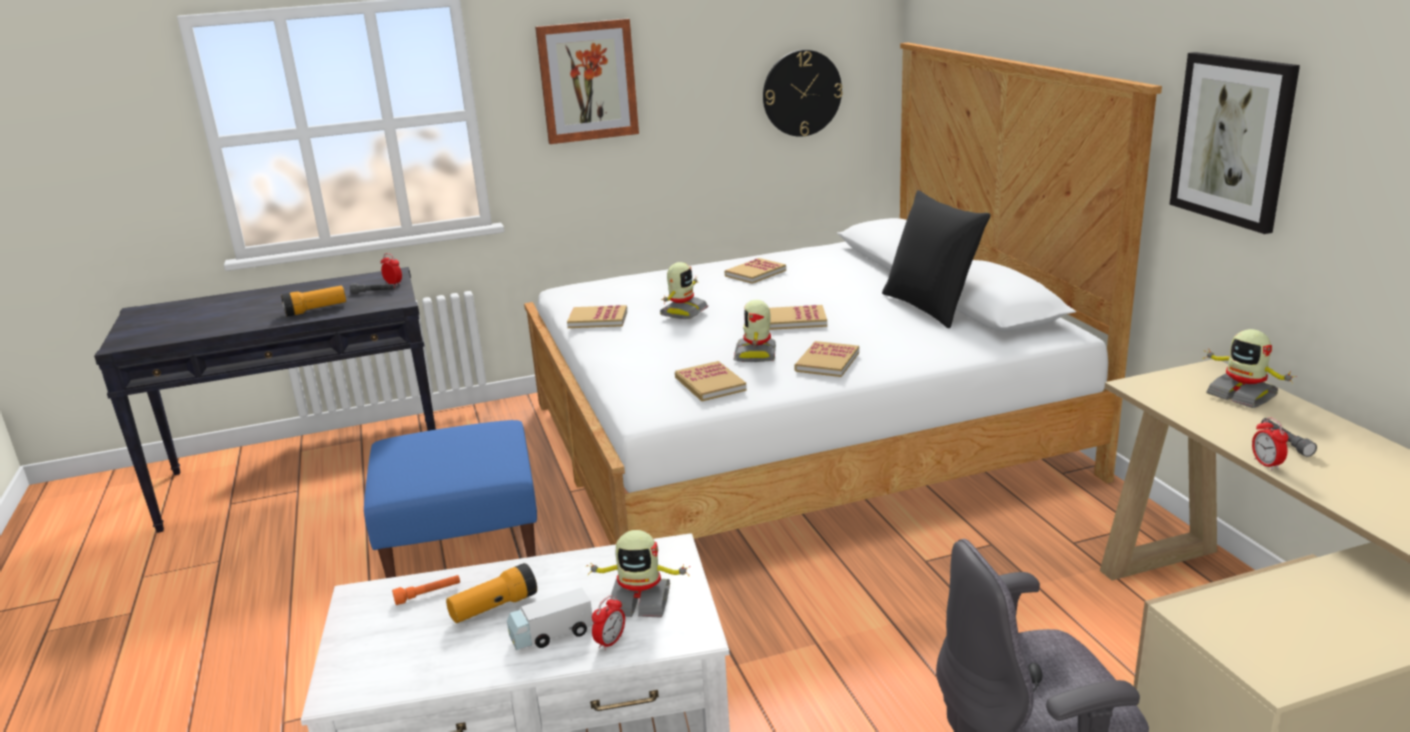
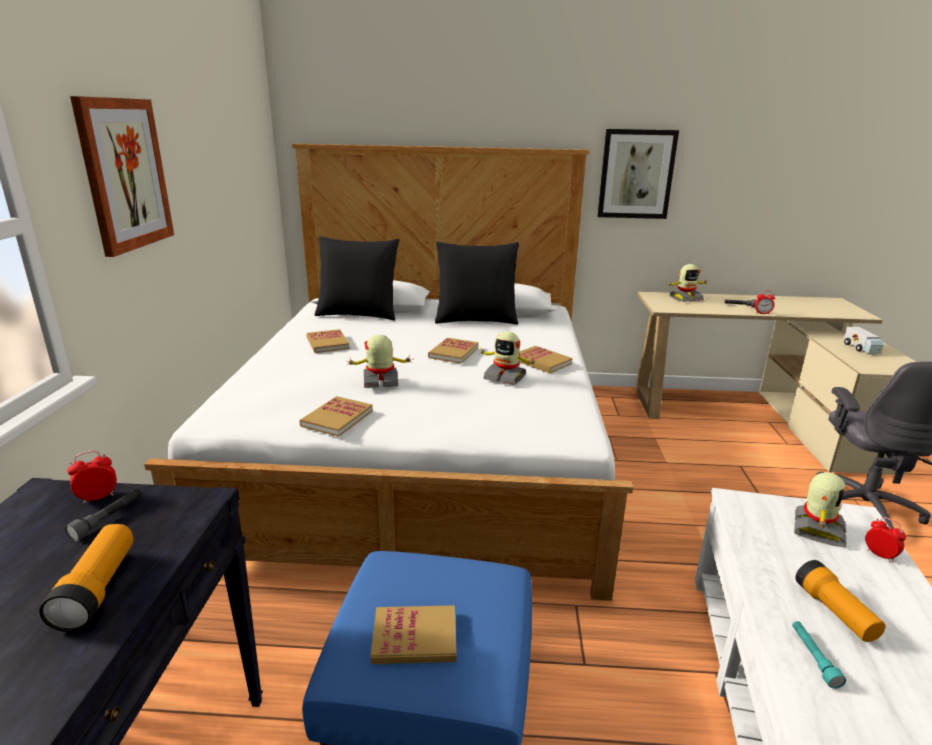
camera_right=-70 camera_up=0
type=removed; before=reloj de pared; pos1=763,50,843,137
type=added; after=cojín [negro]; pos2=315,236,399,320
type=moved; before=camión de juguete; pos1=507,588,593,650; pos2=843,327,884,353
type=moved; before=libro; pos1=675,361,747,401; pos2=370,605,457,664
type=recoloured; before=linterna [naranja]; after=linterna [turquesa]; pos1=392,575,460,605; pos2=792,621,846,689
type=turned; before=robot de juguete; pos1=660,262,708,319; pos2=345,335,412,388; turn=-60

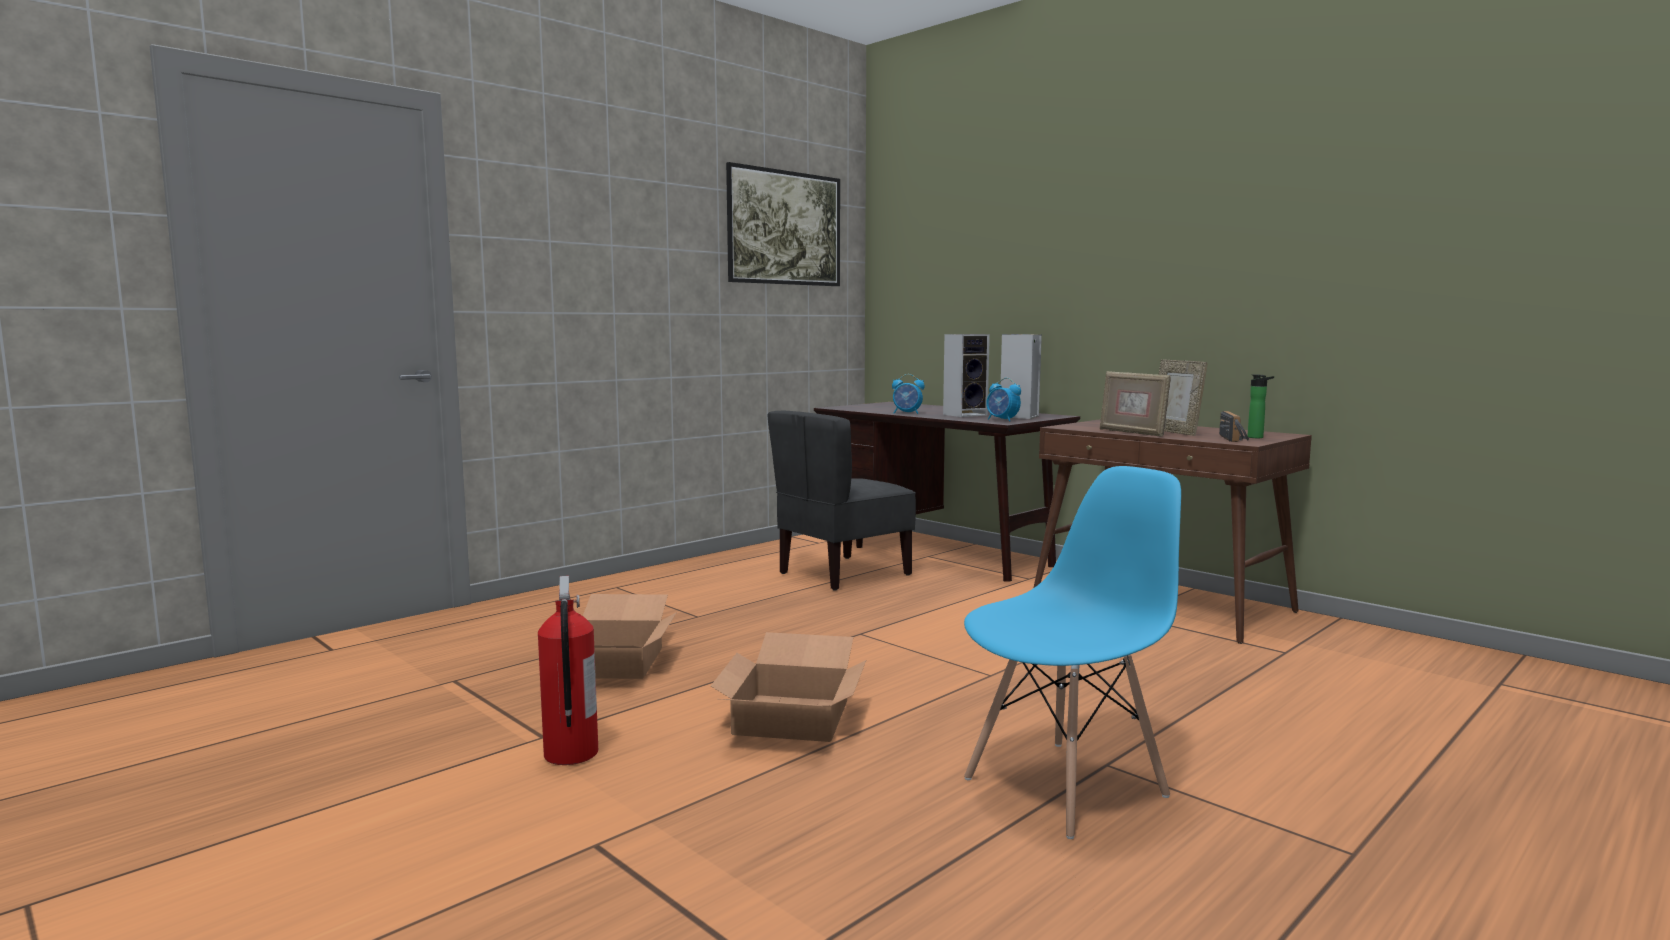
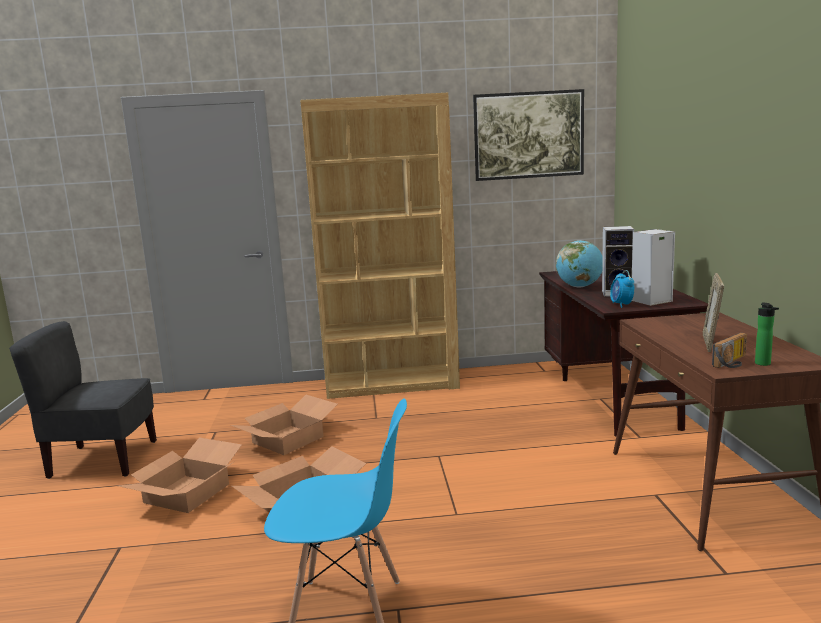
camera_right=40 camera_up=5
type=removed; before=portarretratos; pos1=1100,371,1171,437
type=added; after=estantería [marrón]; pos2=300,93,460,399
type=moved; before=silla [gris]; pos1=767,411,916,591; pos2=9,321,157,479
type=replaced; before=extintor; after=caja de cartón; pos1=538,576,598,765; pos2=119,438,242,513
type=replaced; before=despertador; after=globo terráqueo; pos1=892,374,925,414; pos2=556,240,603,288

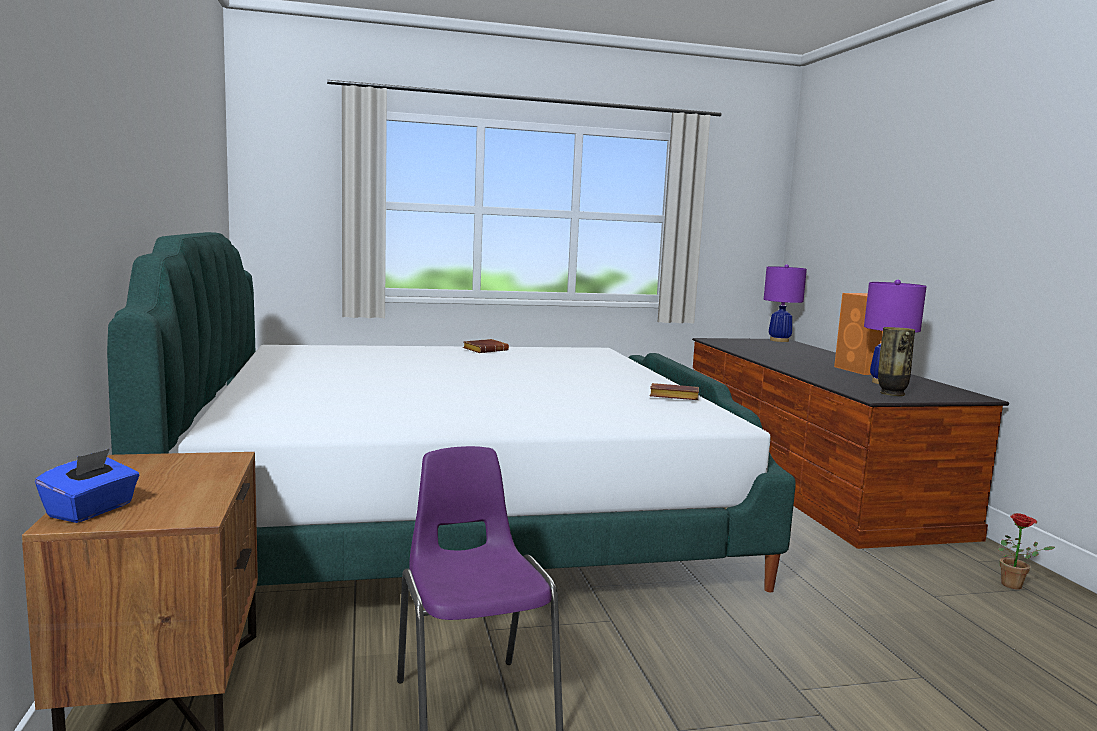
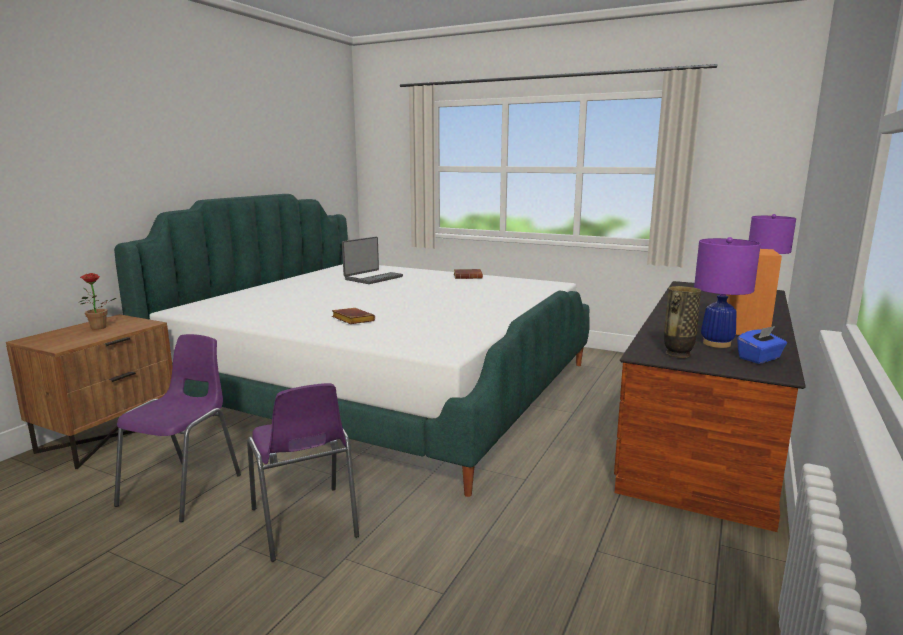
camera_right=40 camera_up=5
type=added; after=silla [morado]; pos2=247,383,359,562
type=added; after=portátil; pos2=342,237,403,284
type=moved; before=caja de pañuelos [azul]; pos1=35,448,139,523; pos2=737,326,787,364
type=moved; before=libro [marrón]; pos1=650,383,699,400; pos2=332,308,375,324
type=moved; before=planta en maceta; pos1=998,513,1055,589; pos2=80,273,116,330

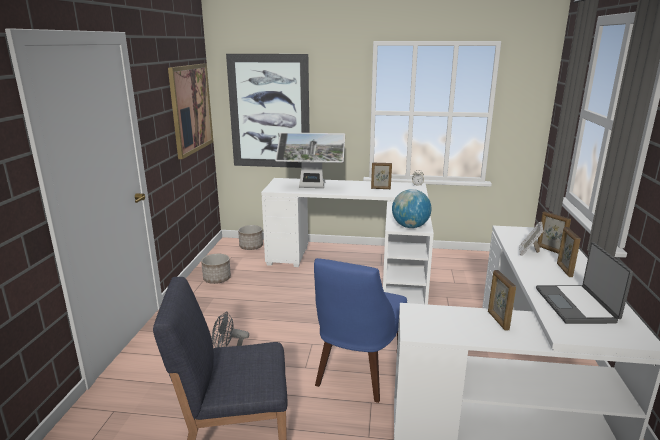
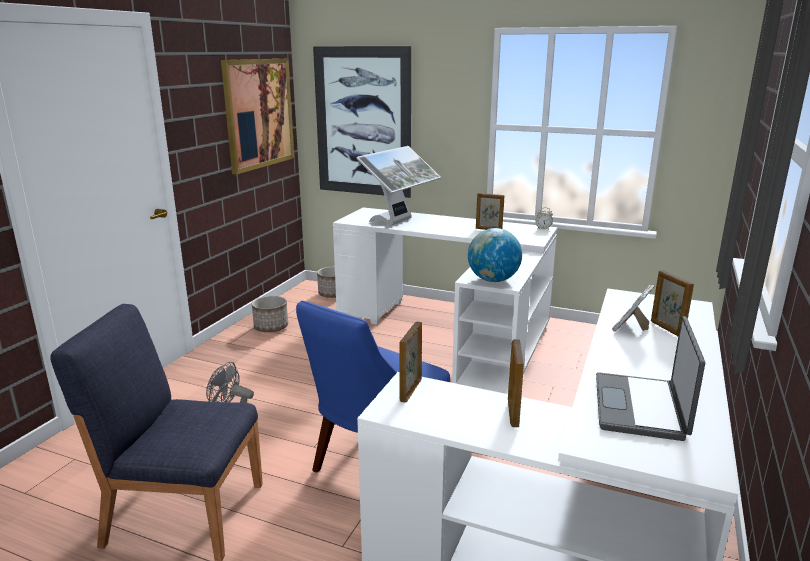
camera_right=15 camera_up=0
type=moved; before=portarretratos; pos1=557,227,580,277; pos2=399,322,422,403
type=turned; before=monitor; pos1=275,132,345,188; pos2=356,146,441,226; turn=-75

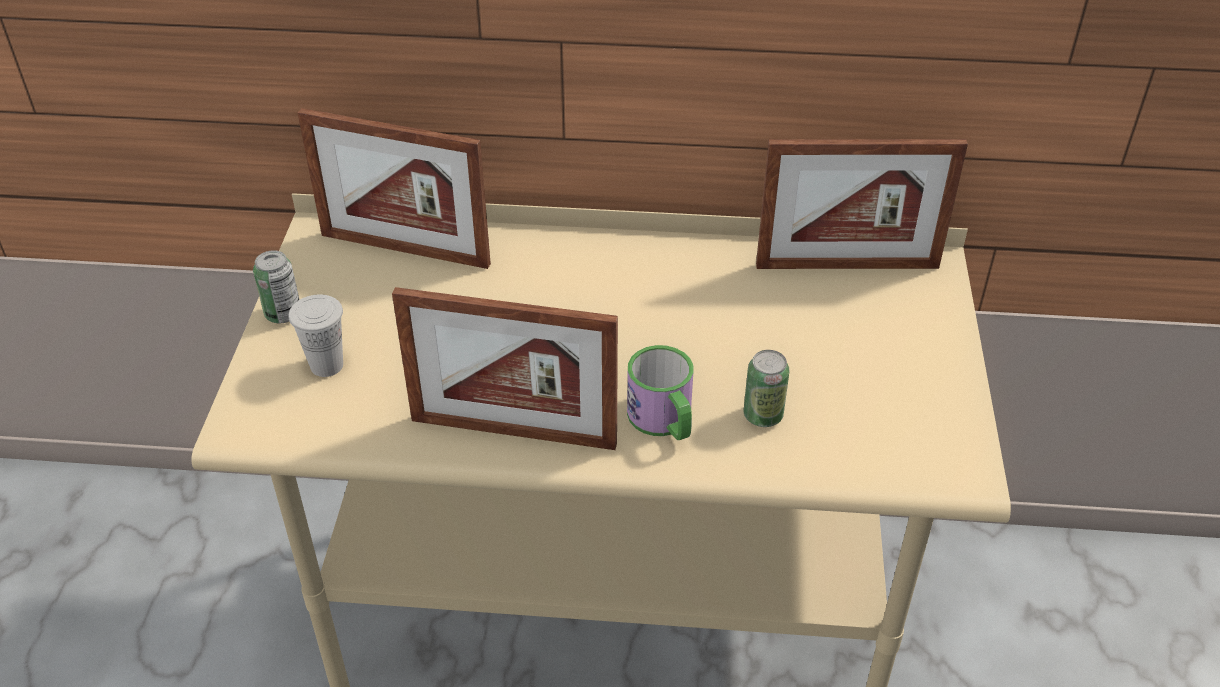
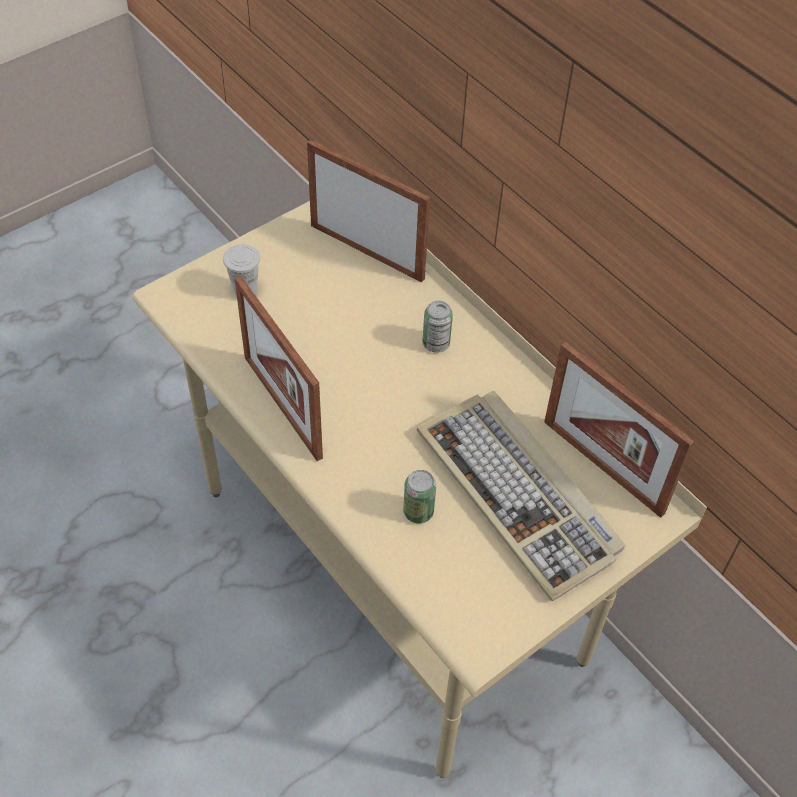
camera_right=45 camera_up=10
type=removed; before=taza grande; pos1=627,345,693,440
type=added; after=teclado; pos2=417,390,625,601
type=moved; before=lata; pos1=253,250,299,323; pos2=422,301,453,353
type=turned; before=portarretratos; pos1=298,108,491,269; pos2=307,140,430,282; turn=150

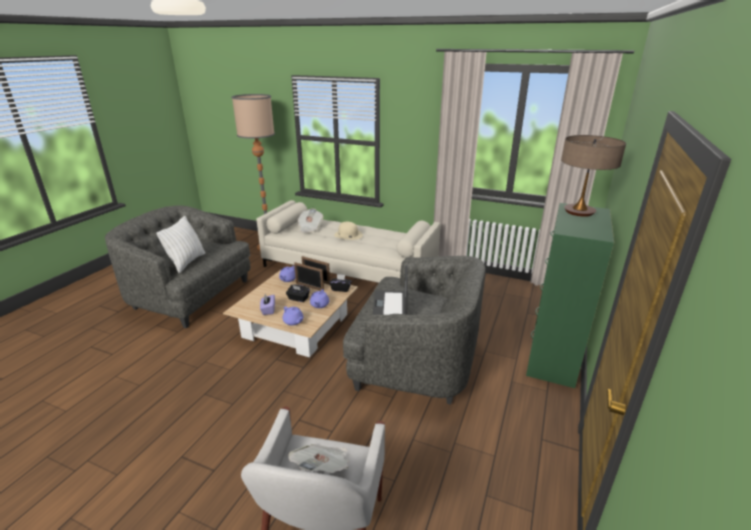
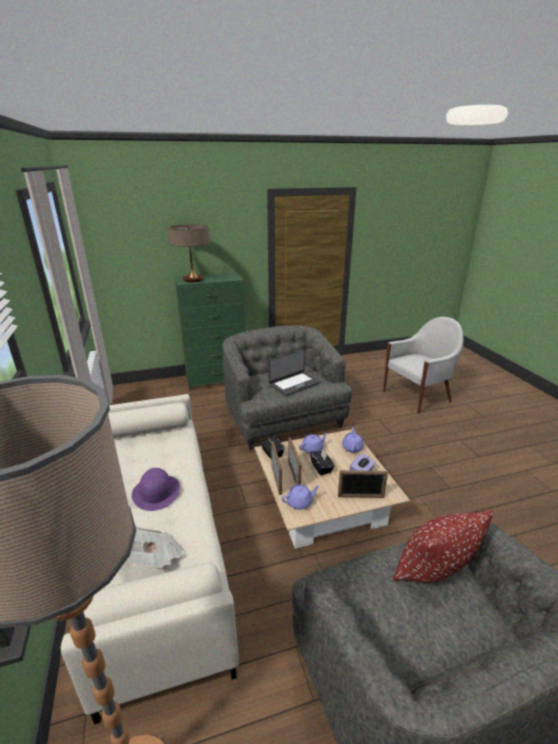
camera_right=-130 camera_up=0
type=removed; before=periódico; pos1=288,444,349,473
type=added; after=portarretratos; pos2=338,470,388,498
type=recoloured; before=cojín [blanco]; after=cojín [rojo]; pos1=156,216,205,273; pos2=393,509,493,583
type=recoloured; before=sombrero [beis]; after=sombrero [morado]; pos1=334,222,363,240; pos2=132,468,180,511

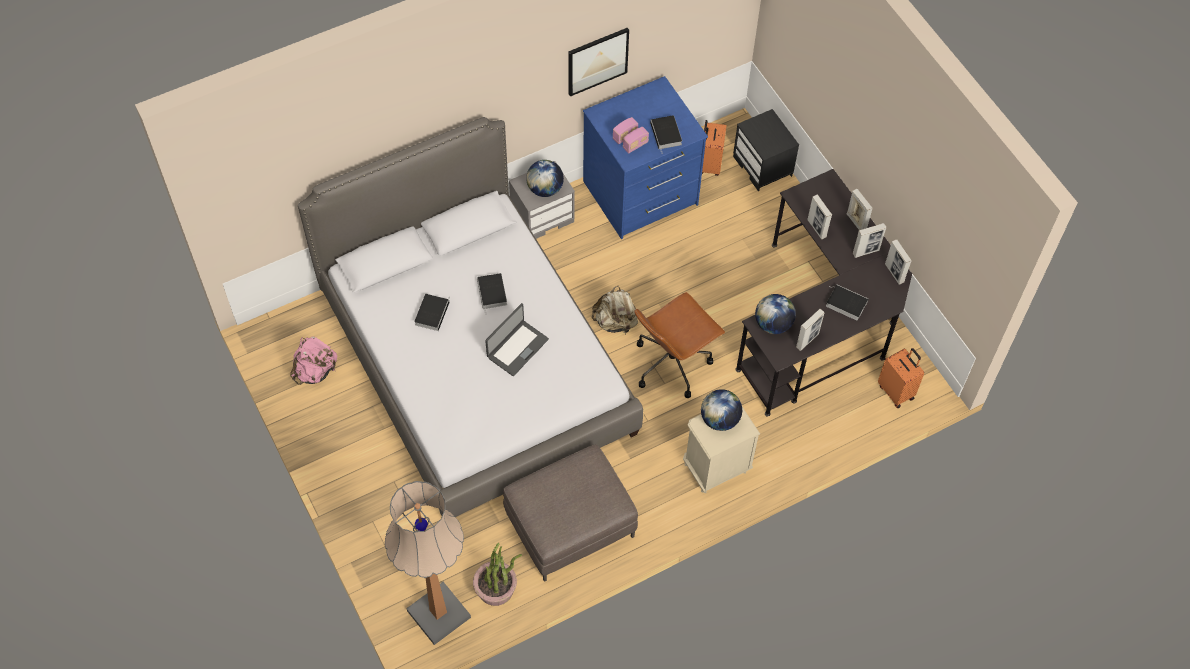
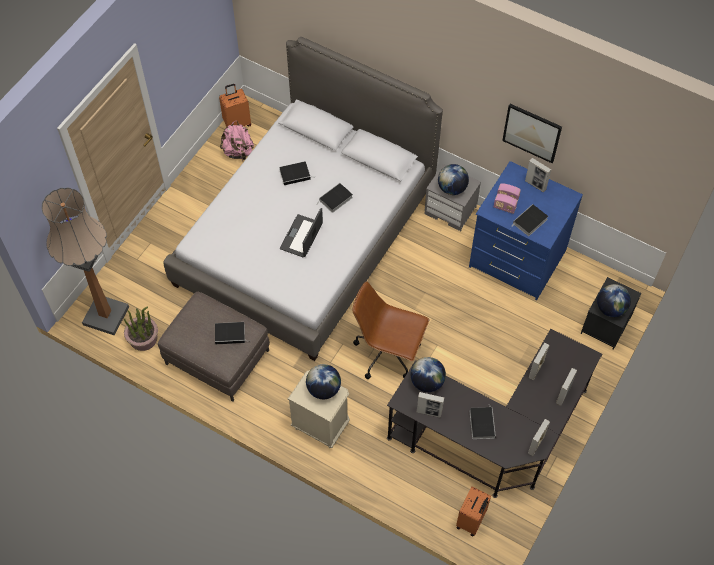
camera_right=60 camera_up=0
type=removed; before=mochila [beis]; pos1=592,286,638,335
type=added; after=libro; pos2=215,322,251,344
type=added; after=globo terráqueo; pos2=597,284,631,317
type=moved; before=maleta [naranja]; pos1=702,120,727,176; pos2=219,84,251,127
type=moved; before=portarretratos; pos1=853,223,886,258; pos2=525,158,551,192
type=turned; before=portátil; pos1=485,303,549,376; pos2=280,208,323,258; turn=105

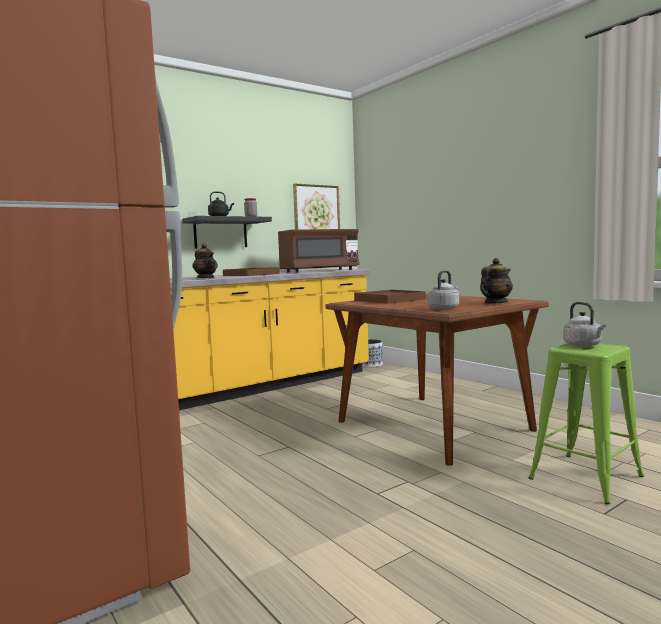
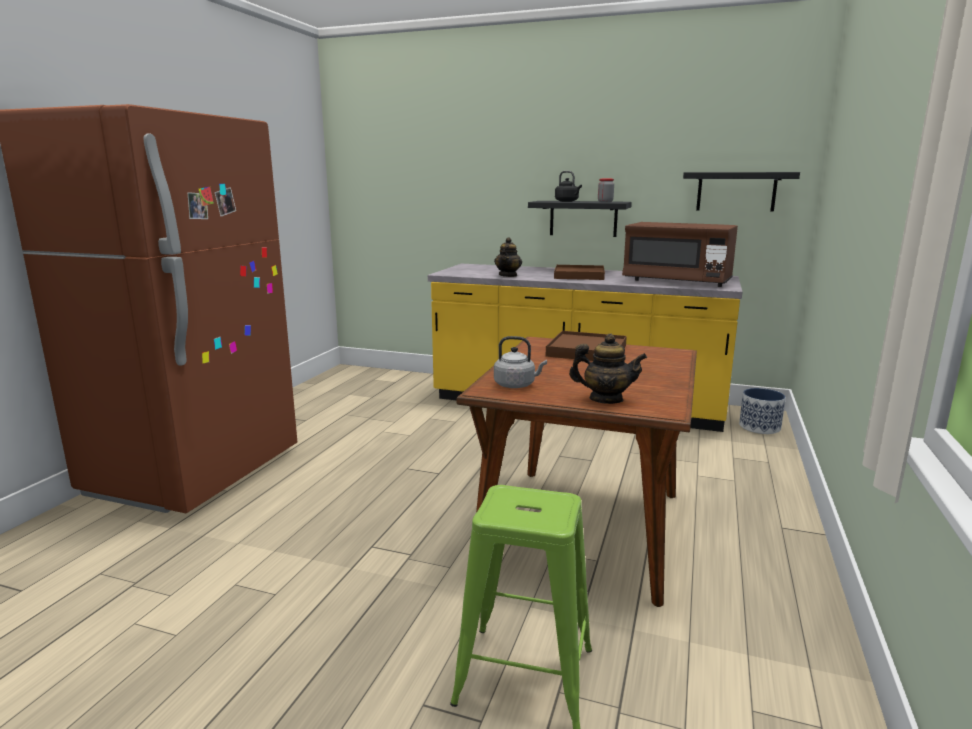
camera_right=55 camera_up=10
type=removed; before=hervidor [gris]; pos1=563,302,606,347
type=replaced; before=cuadro; after=estante [negro]; pos1=293,184,340,230; pos2=683,172,800,212

